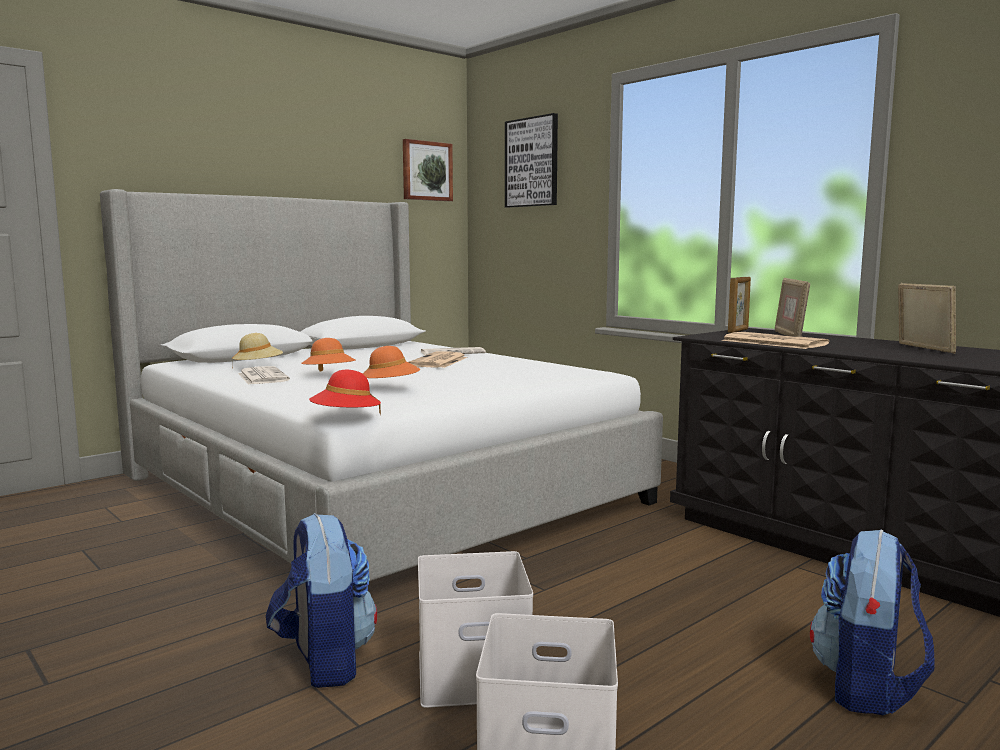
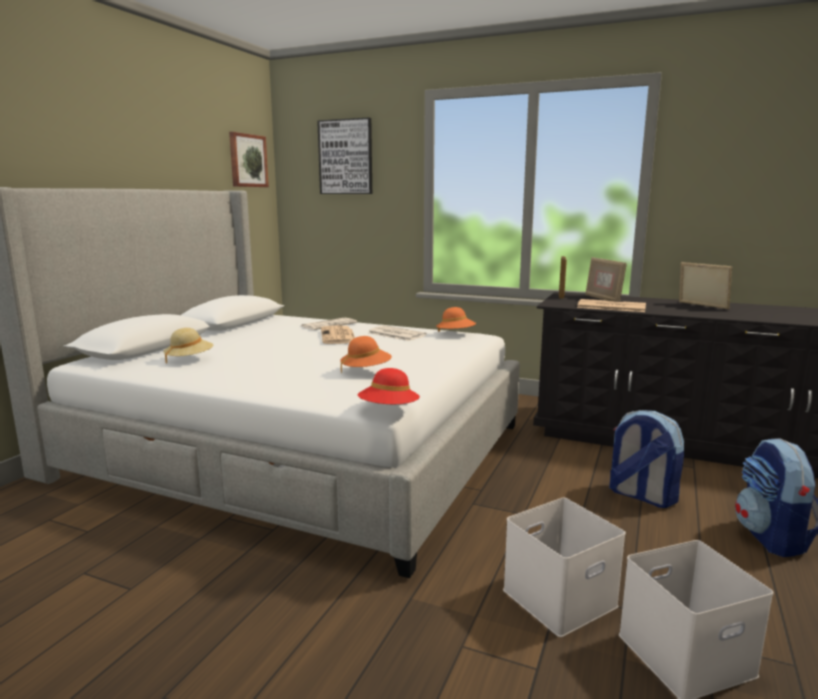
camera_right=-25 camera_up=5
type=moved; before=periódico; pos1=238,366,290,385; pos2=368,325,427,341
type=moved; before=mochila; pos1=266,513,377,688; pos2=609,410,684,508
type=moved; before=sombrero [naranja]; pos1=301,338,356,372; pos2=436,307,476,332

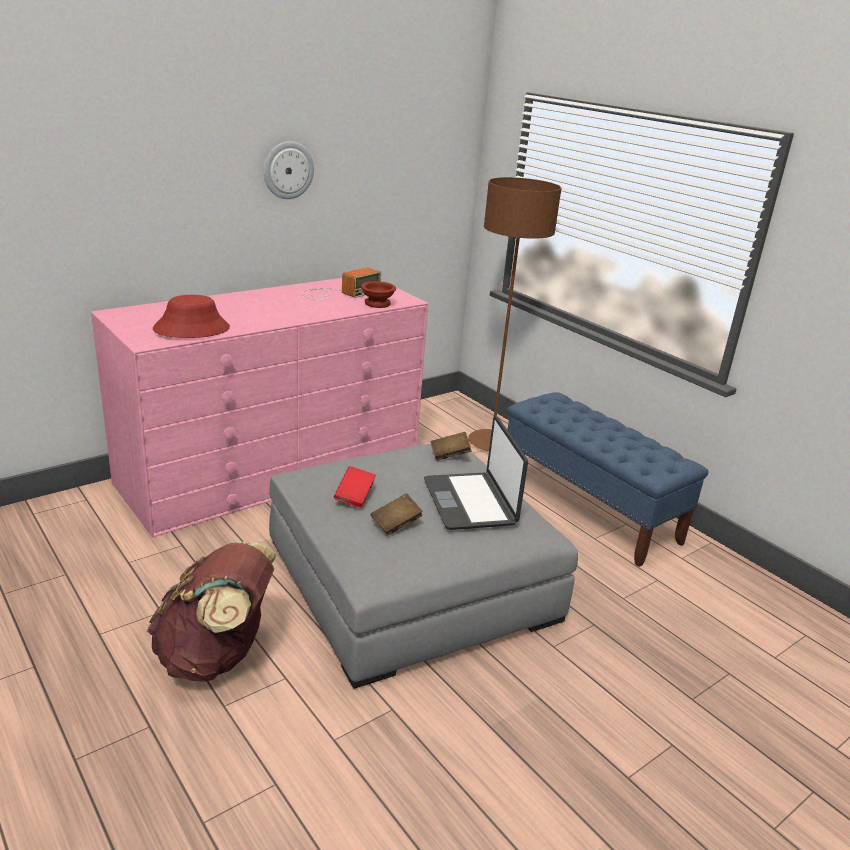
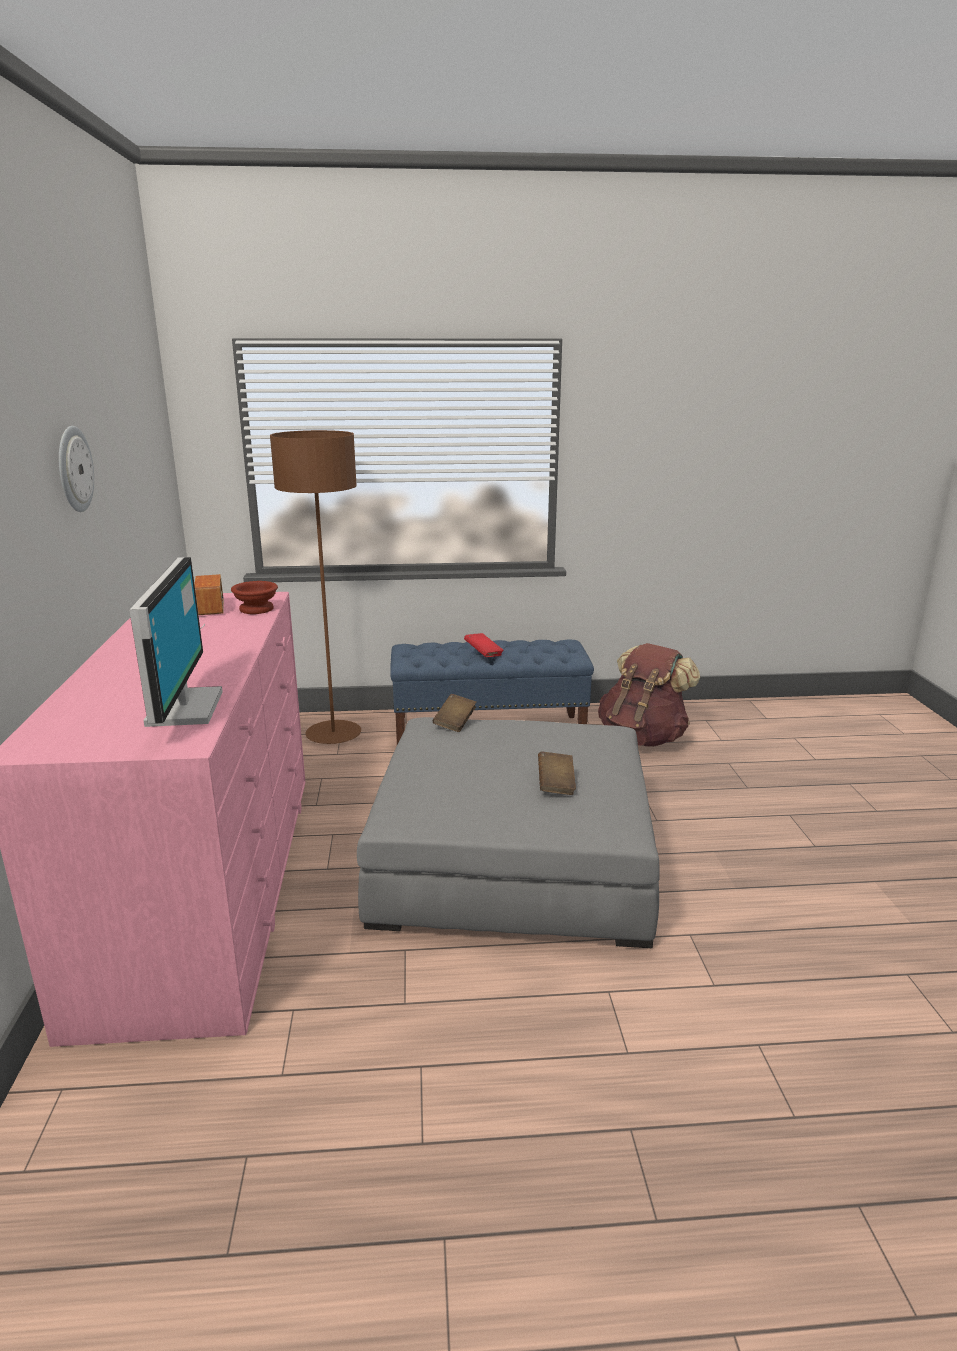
camera_right=-55 camera_up=-5
type=removed; before=portátil; pos1=424,416,528,530
type=moved; before=mochila [marrón]; pos1=147,542,276,682; pos2=598,643,700,747
type=moved; before=libro [rojo]; pos1=334,466,376,508; pos2=464,633,504,657
type=replaced; before=sombrero [rojo]; after=monitor; pos1=153,295,230,338; pos2=129,557,223,727

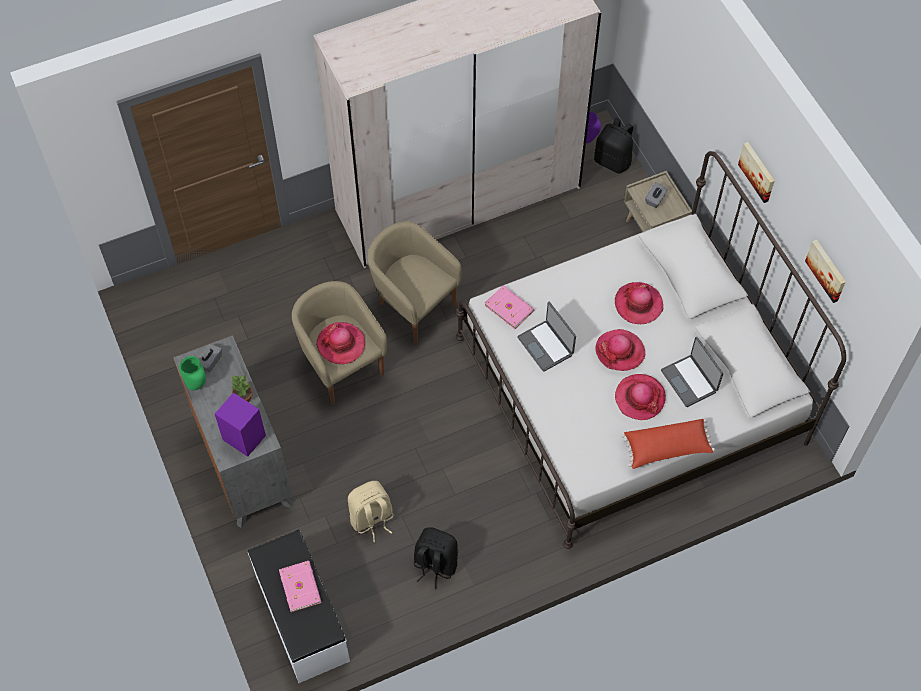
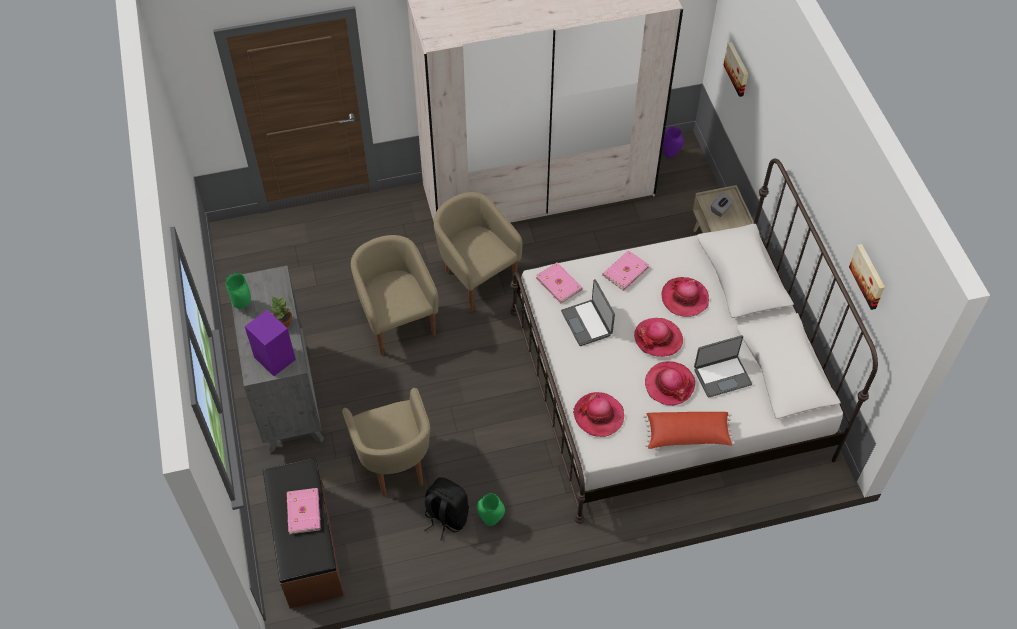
camera_right=10 camera_up=-5
type=removed; before=caja de pañuelos [gris]; pos1=198,344,222,372
type=removed; before=mochila [negro]; pos1=594,118,633,174
type=added; after=florero [verde]; pos2=477,493,505,526
type=added; after=libro [rosa]; pos2=602,250,649,291
type=moved; before=sombrero; pos1=316,322,365,364; pos2=573,392,624,437
type=moved; before=cuadro; pos1=738,142,775,203; pos2=723,42,748,97
type=replaced; before=mochila [beis]; after=sillón [beis]; pos1=348,481,393,542; pos2=342,388,430,497
type=recoloured; before=banco [blanco]; after=banco [marrón]; pos1=248,530,350,683; pos2=263,458,344,608
type=turned; before=portátil; pos1=661,337,723,407; pos2=694,335,752,398; turn=-90

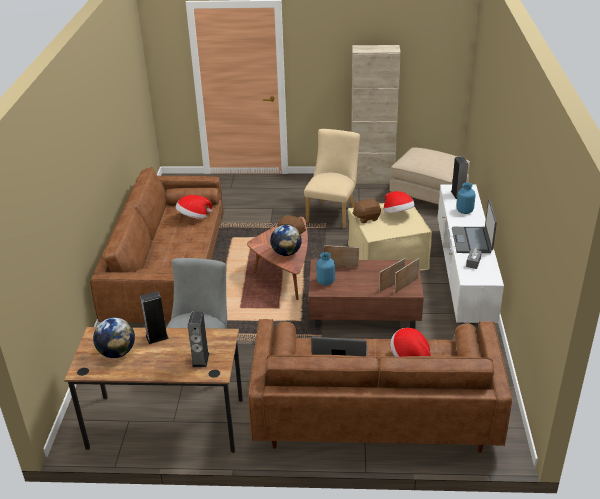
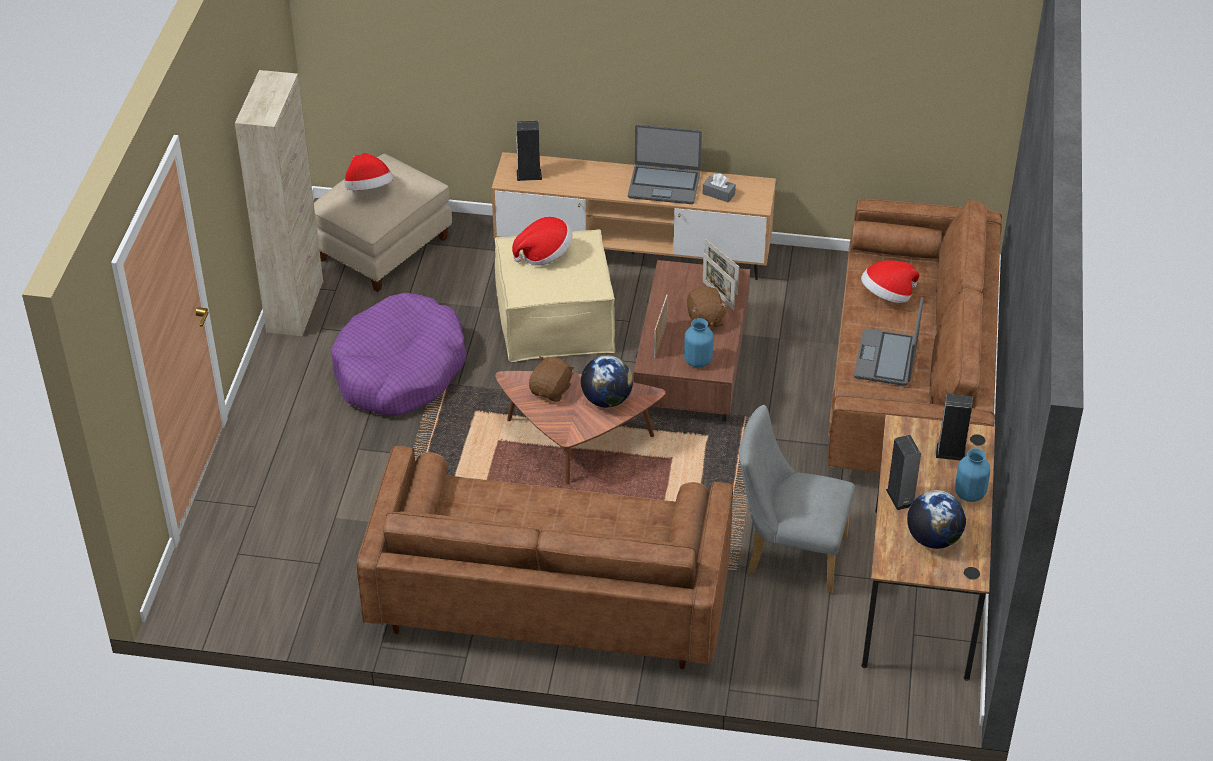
camera_right=-85 camera_up=10
type=moved; before=sombrero; pos1=175,195,212,219; pos2=345,153,393,191
type=moved; before=peluche [marrón]; pos1=352,199,381,223; pos2=687,287,728,327
type=moved; before=florero [azul]; pos1=456,182,476,214; pos2=955,448,990,502
type=replaced; before=silla [beis]; after=cama para perro [morado]; pos1=304,129,360,229; pos2=331,293,467,416
type=recoloured; before=mueble de televisión [blanco]; after=mueble de televisión [marrón]; pos1=438,185,504,324; pos2=491,152,776,280

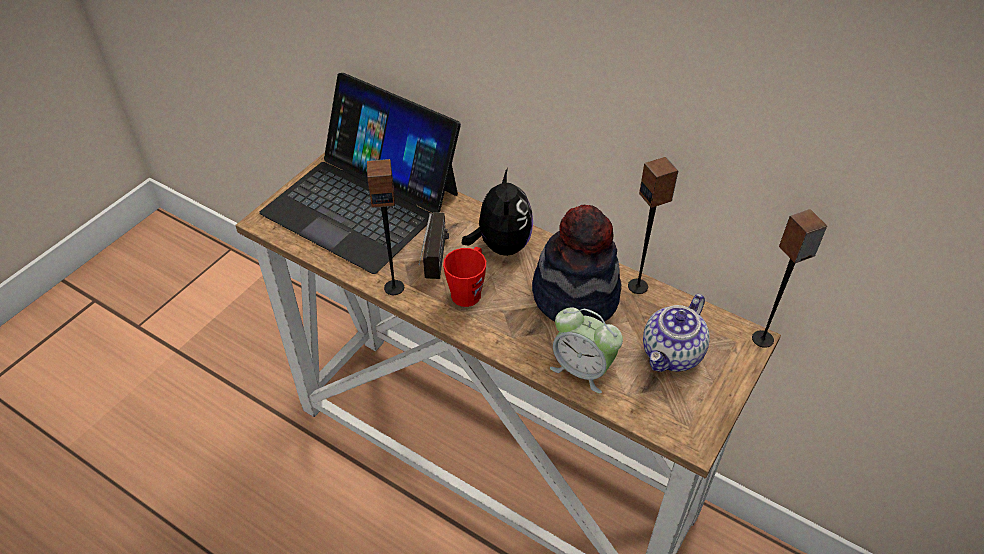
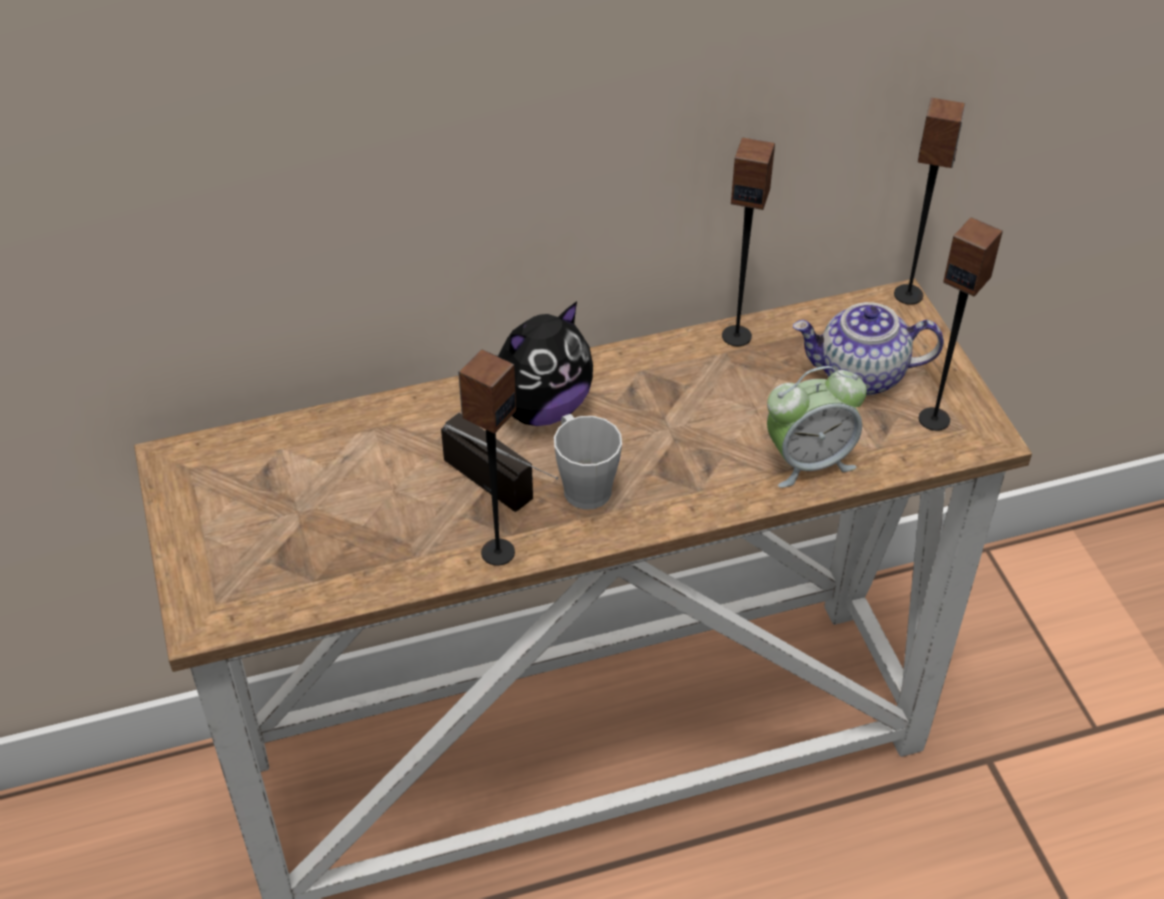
camera_right=-50 camera_up=0
type=removed; before=portátil; pos1=259,73,461,274
type=removed; before=sombrero; pos1=532,205,622,322
type=added; after=altavoz; pos2=919,217,1003,431
type=recoloured; before=taza grande [rojo]; after=taza grande [gris]; pos1=443,247,486,307; pos2=554,414,622,510
type=turned; before=peluche; pos1=462,168,533,256; pos2=495,301,593,426; turn=105
type=turned; before=tetera; pos1=643,294,710,372; pos2=793,302,944,396; turn=105

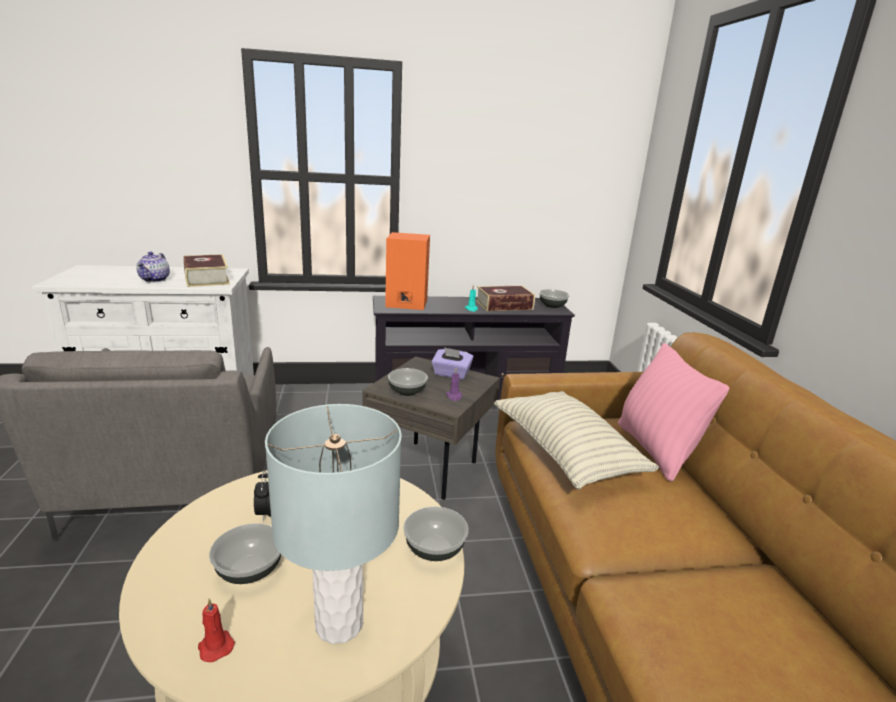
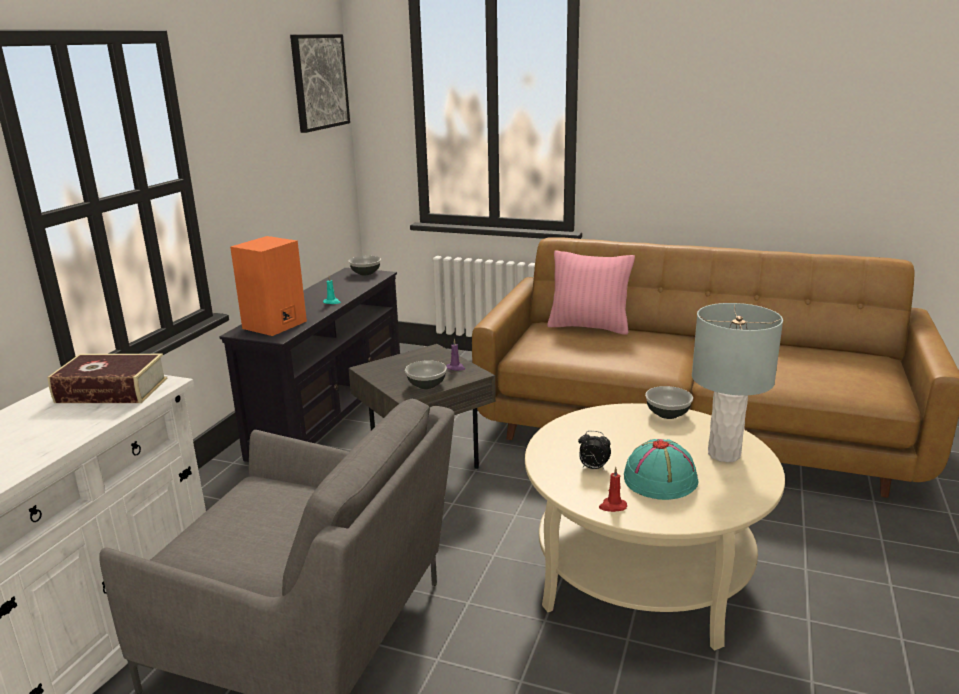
camera_right=-60 camera_up=0
type=removed; before=tetera; pos1=137,252,170,283
type=removed; before=caja de pañuelos [morado]; pos1=432,347,473,379
type=removed; before=libro; pos1=476,286,535,311
type=removed; before=cojín; pos1=494,391,659,490
type=added; after=cuadro; pos2=290,34,350,133
type=moved; before=vela [rojo]; pos1=198,599,235,662; pos2=599,467,627,512
type=replaced; before=cuenco; after=sombrero [turquesa]; pos1=209,523,281,584; pos2=624,439,698,500

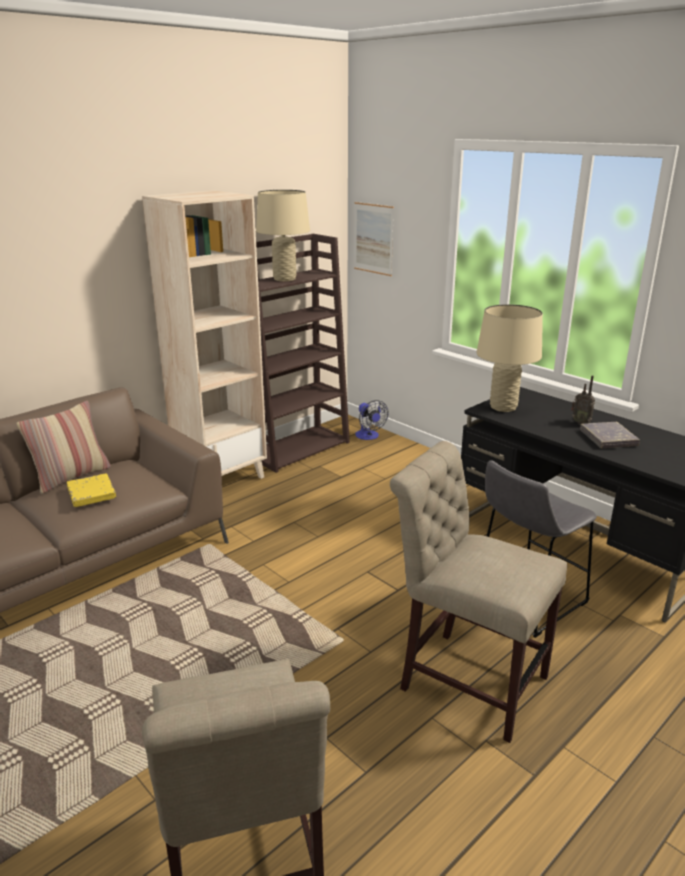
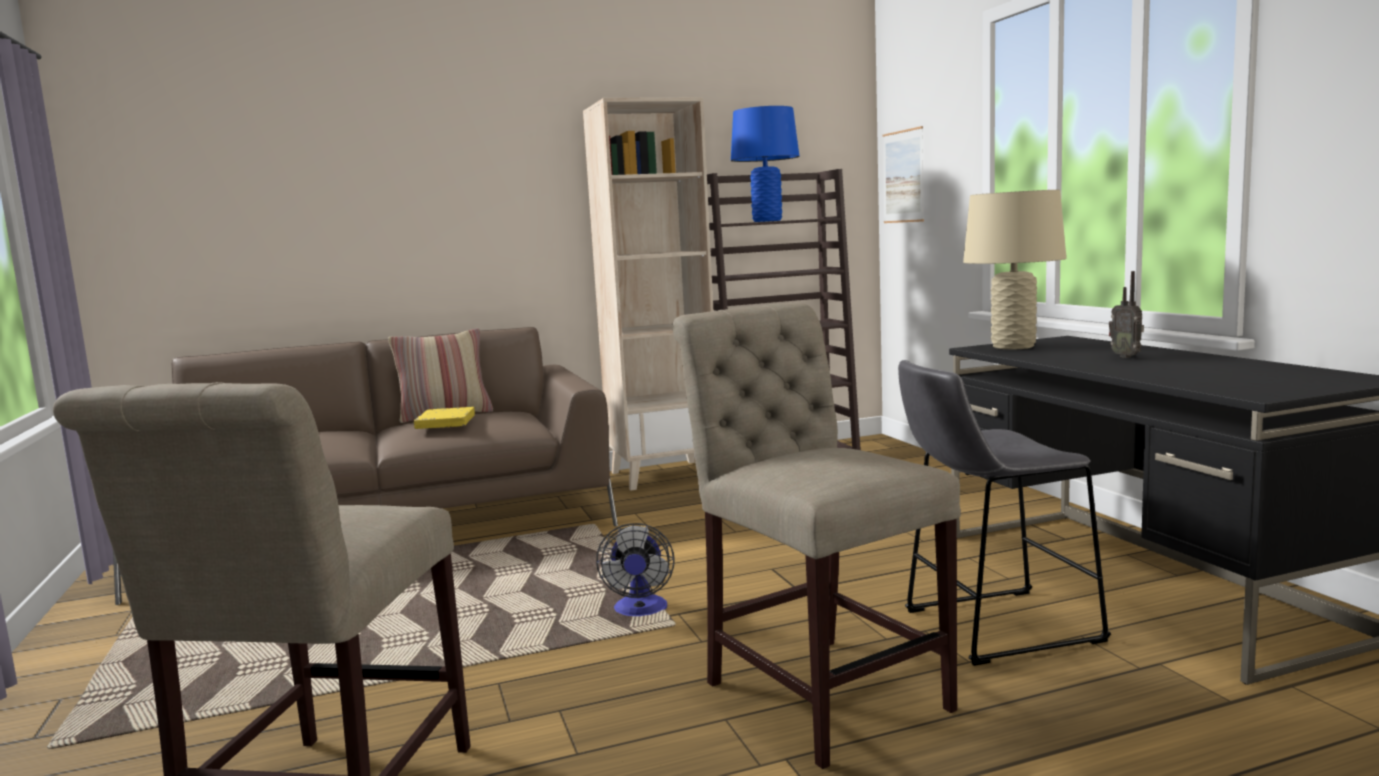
camera_right=25 camera_up=-15
type=removed; before=libro [gris]; pos1=580,422,640,448
type=moved; before=ventilador; pos1=355,400,389,440; pos2=596,523,675,616
type=recoloured; before=lámpara de mesa [beis]; after=lámpara de mesa [azul]; pos1=256,190,310,282; pos2=731,106,800,222

